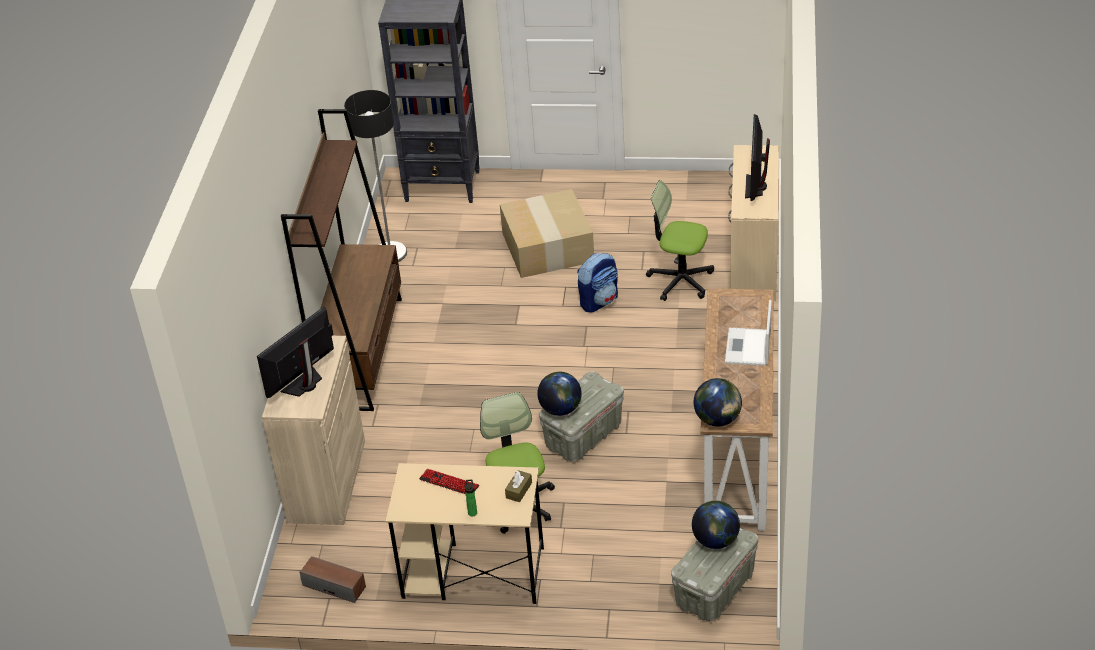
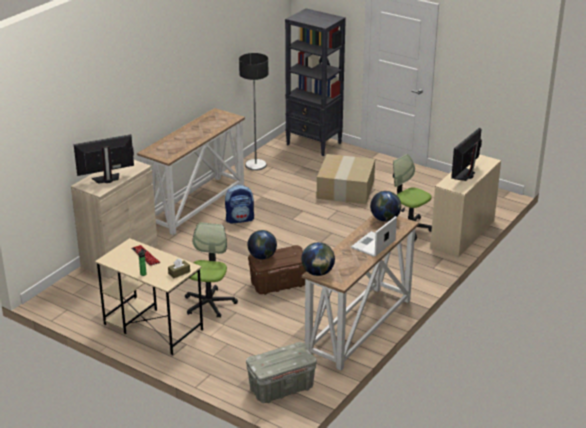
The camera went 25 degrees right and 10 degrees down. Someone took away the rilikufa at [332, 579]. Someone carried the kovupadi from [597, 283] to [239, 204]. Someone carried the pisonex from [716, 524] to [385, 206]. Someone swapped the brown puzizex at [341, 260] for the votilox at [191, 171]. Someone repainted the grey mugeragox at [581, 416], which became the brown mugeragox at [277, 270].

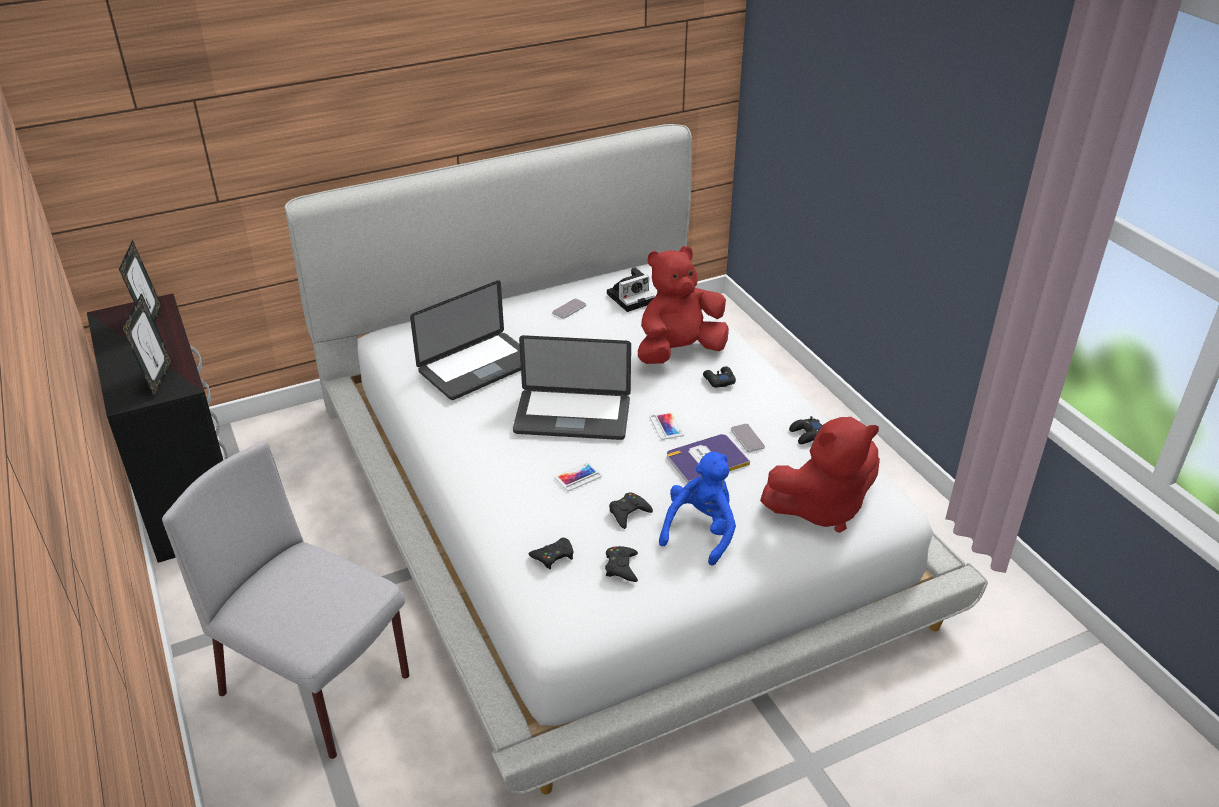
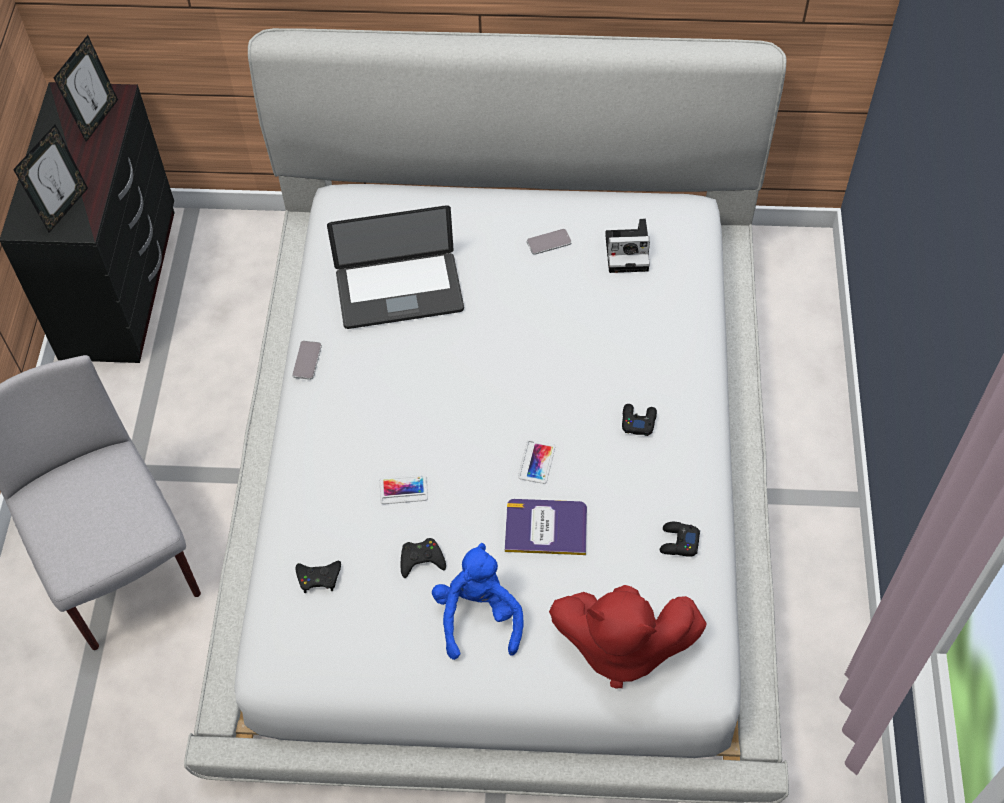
The camera went 30 degrees right and 20 degrees up. Someone took away the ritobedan at [572, 387]. Someone took away the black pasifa at [621, 564]. Someone took away the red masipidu at [683, 305]. Someone carried the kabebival from [748, 438] to [307, 360]. Someone rotated the blue masipidu at [697, 509] by 60 degrees counterclockwise.

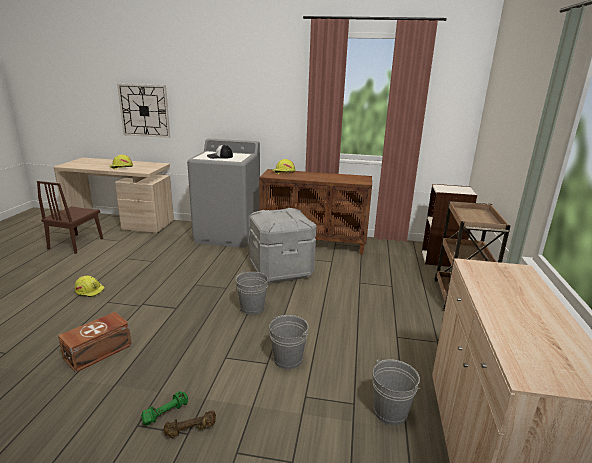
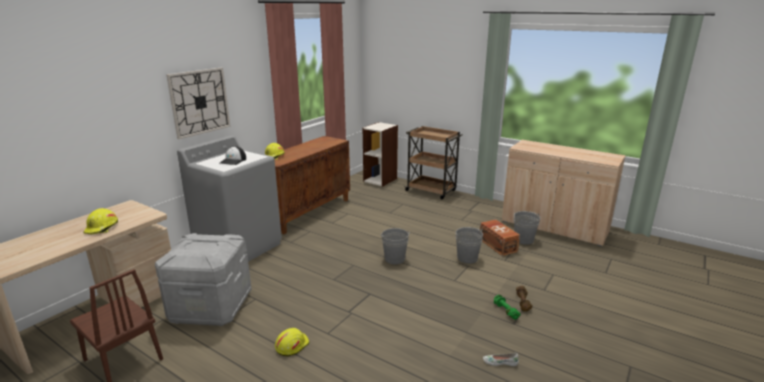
The camera went 65 degrees left and 0 degrees up. Someone put down the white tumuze at [501, 359]. Someone carried the brown mugeragox from [95, 342] to [500, 237]. Someone carried the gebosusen from [143, 111] to [198, 103]. Someone carried the grey mugeragox from [283, 245] to [203, 279].

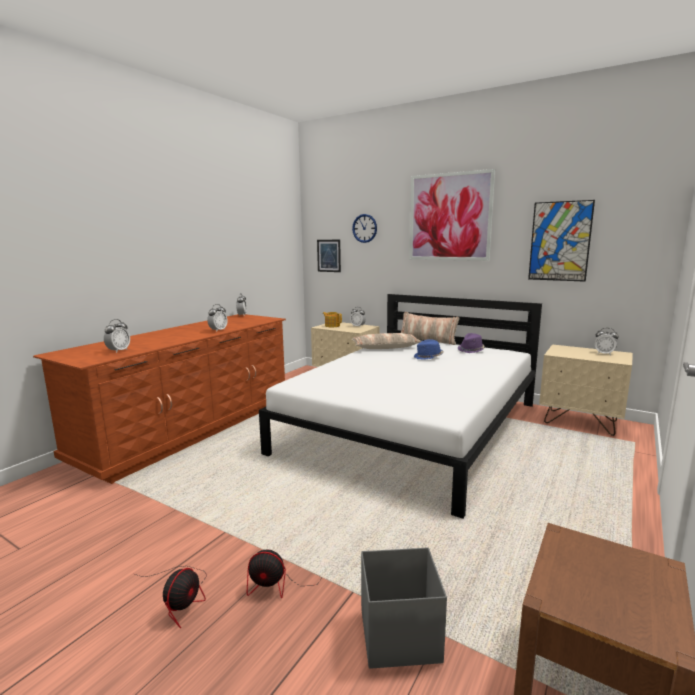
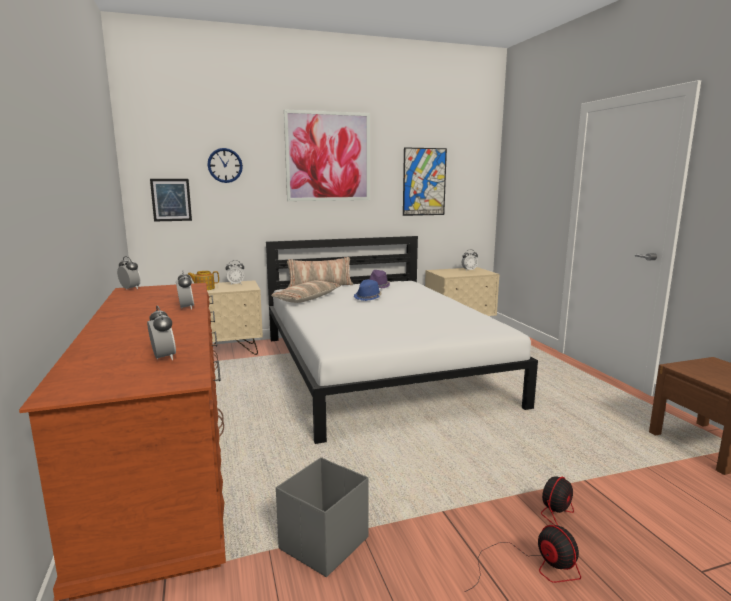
The camera went 50 degrees left and 0 degrees up. Someone carried the grey mugeragox from [404, 608] to [322, 517].

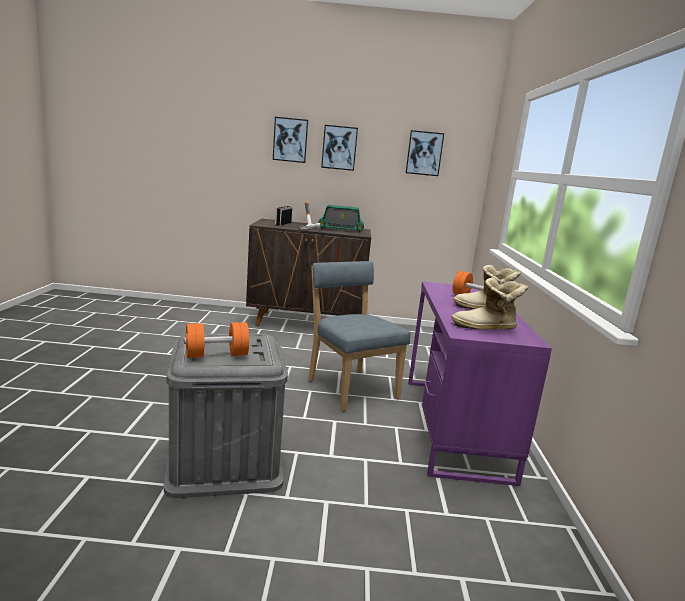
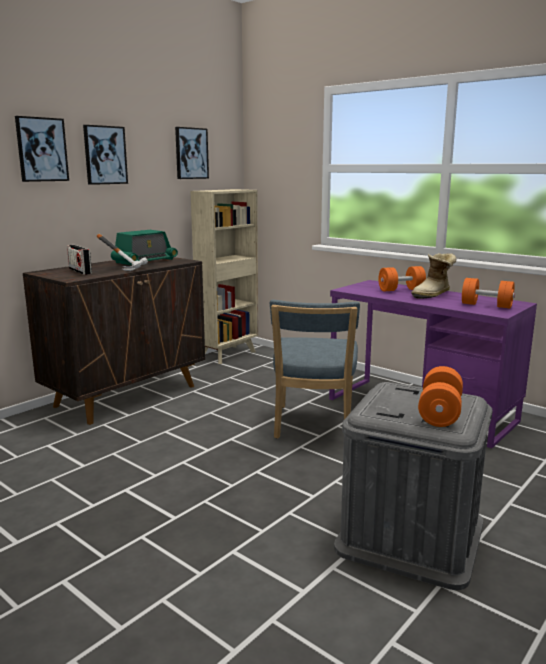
The camera went 50 degrees left and 0 degrees up. Someone put down the beige puzizex at [224, 276]. Someone swapped the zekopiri at [489, 303] for the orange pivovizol at [488, 293]. Someone rotated the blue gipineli at [359, 336] by 90 degrees counterclockwise.

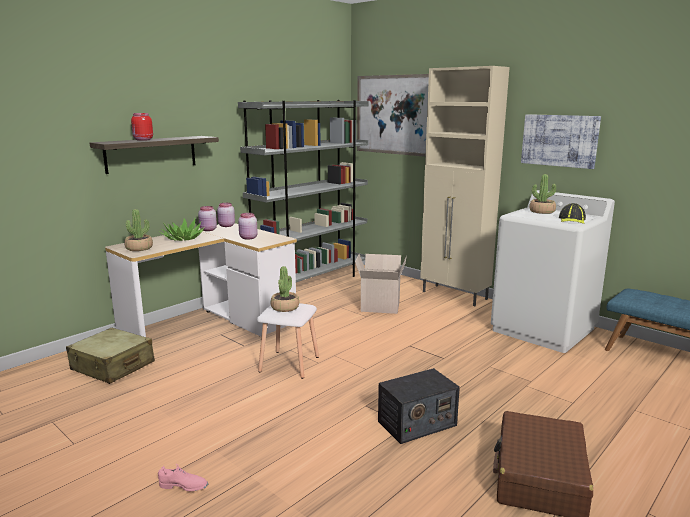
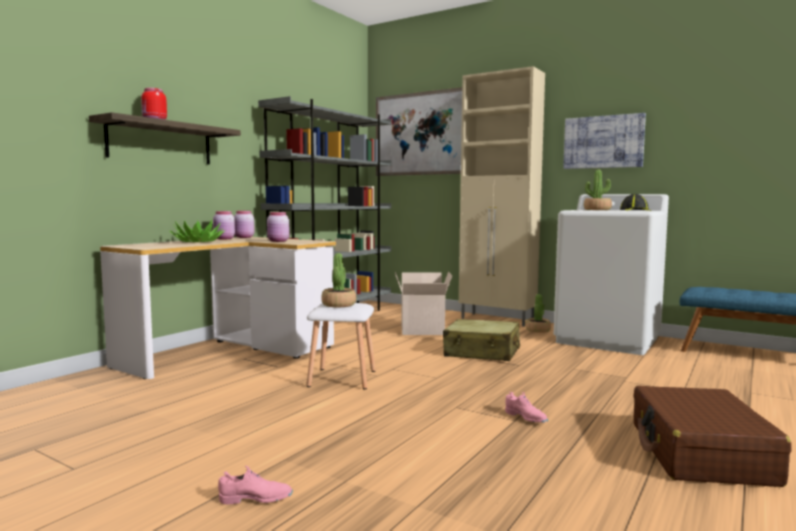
The camera went 10 degrees left and 10 degrees down. Someone carried the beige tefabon from [110, 355] to [481, 340]. Someone carried the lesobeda from [138, 230] to [538, 313]. Someone swapped the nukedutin at [419, 406] for the pink tumuze at [526, 407].

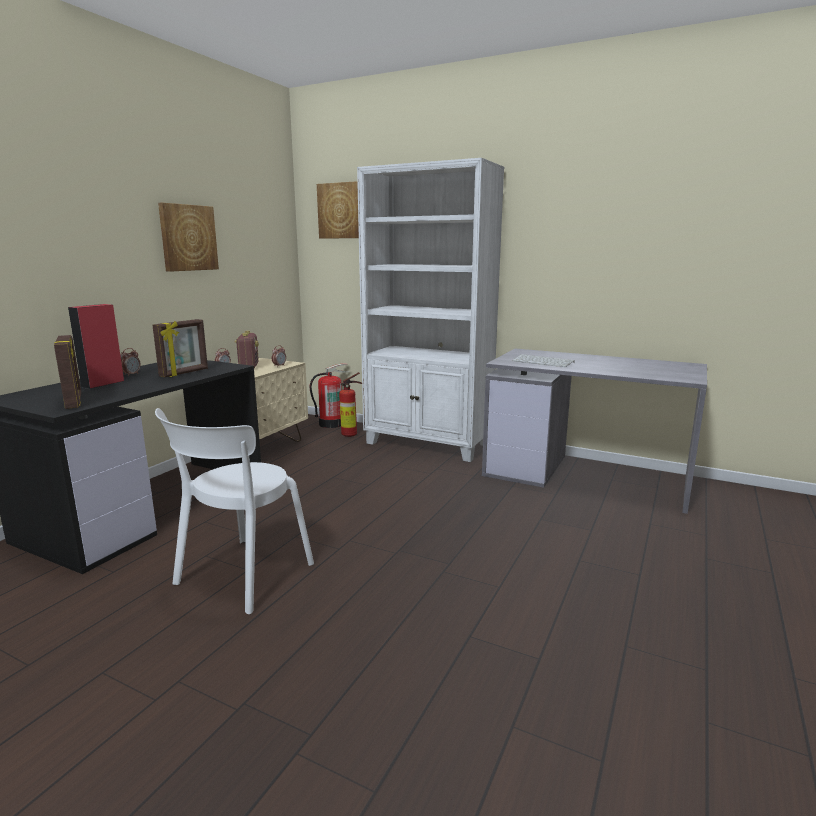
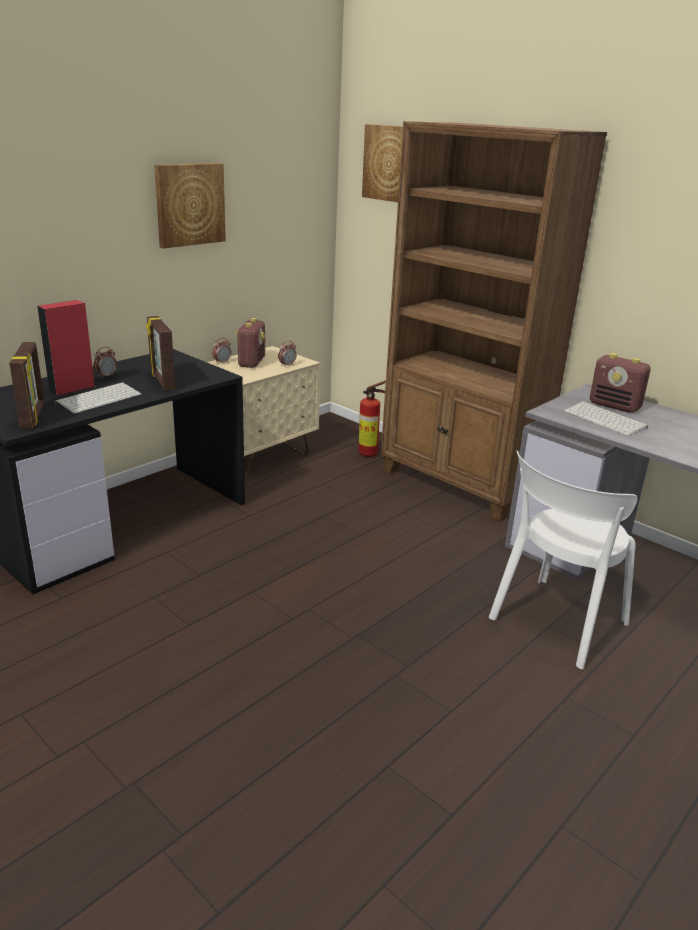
The camera went 15 degrees right and 10 degrees up. Someone took away the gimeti at [330, 395]. Someone put down the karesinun at [98, 398]. Someone put down the nukedutin at [620, 383]. Someone carried the white gipineli from [234, 511] to [563, 559]. Someone repainted the white puzizex at [430, 310], which became the brown puzizex at [494, 321]. Someone rotated the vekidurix at [180, 348] by 105 degrees clockwise.

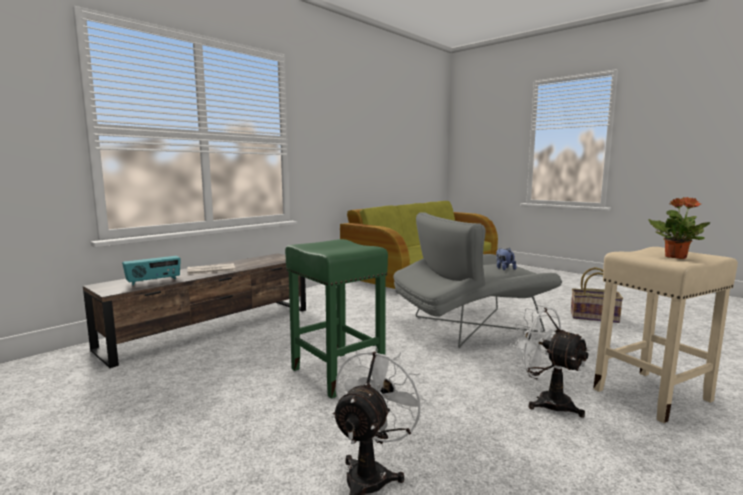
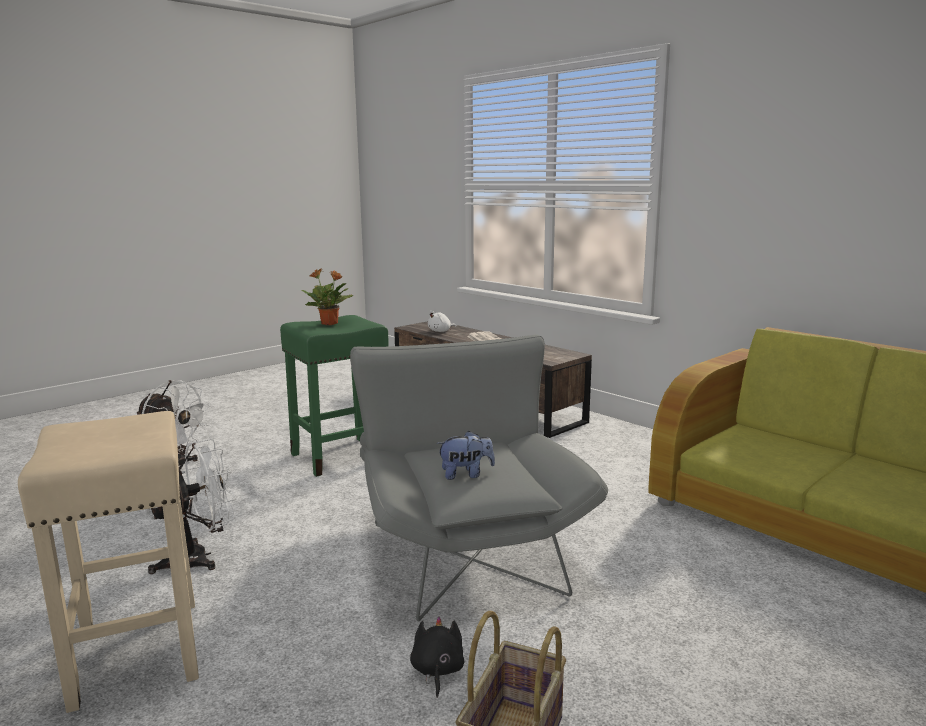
The camera went 95 degrees right and 5 degrees up. Someone put down the black masipidu at [437, 657]. Someone carried the lesobeda from [679, 228] to [328, 296]. Someone swapped the nukedutin at [151, 270] for the white masipidu at [442, 321].

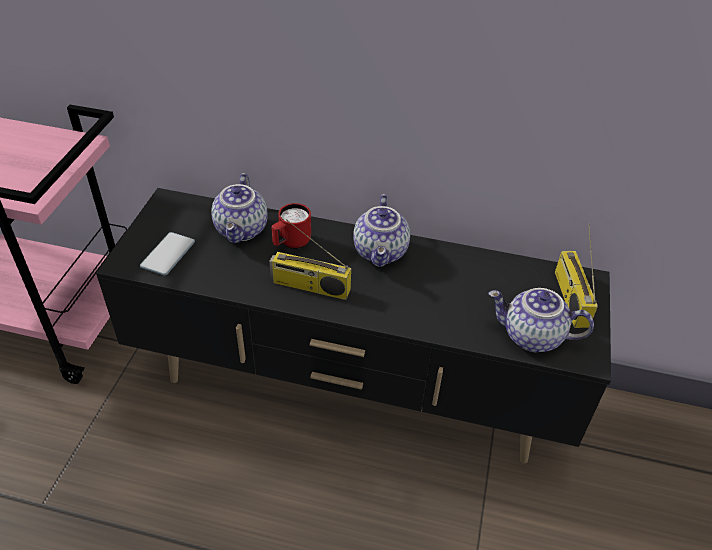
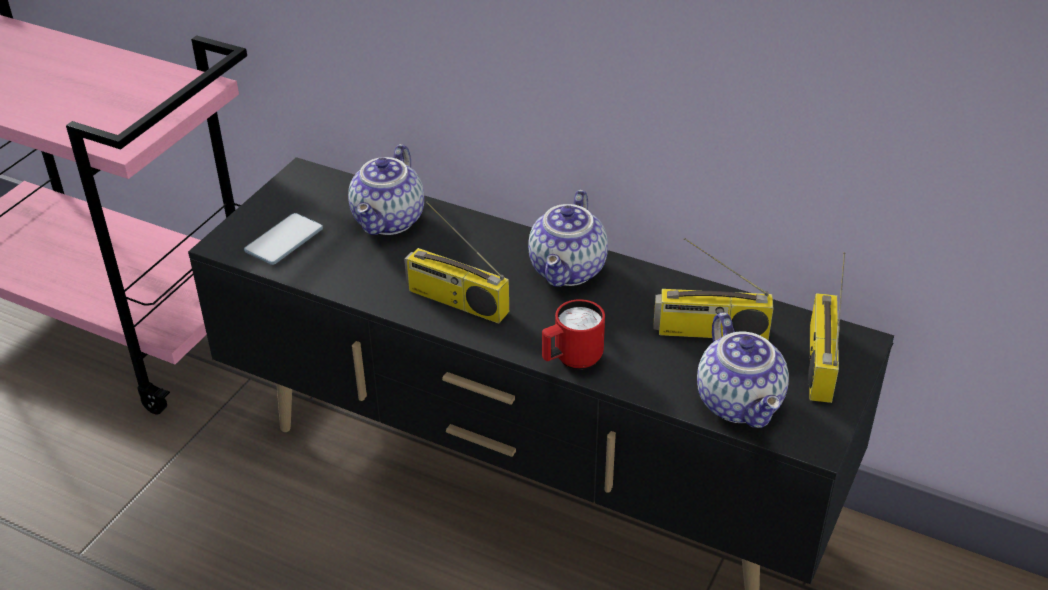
The camera went 15 degrees right and 5 degrees down. Someone put down the nukedutin at [714, 289]. Someone carried the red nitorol from [291, 226] to [573, 334]. Someone rotated the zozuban at [541, 320] by 135 degrees counterclockwise.

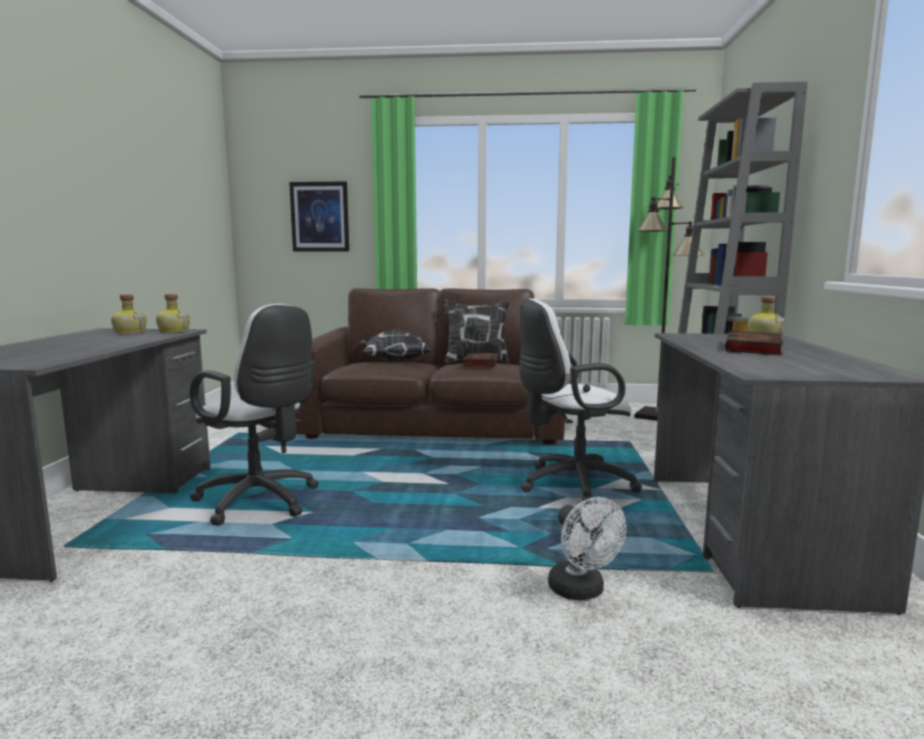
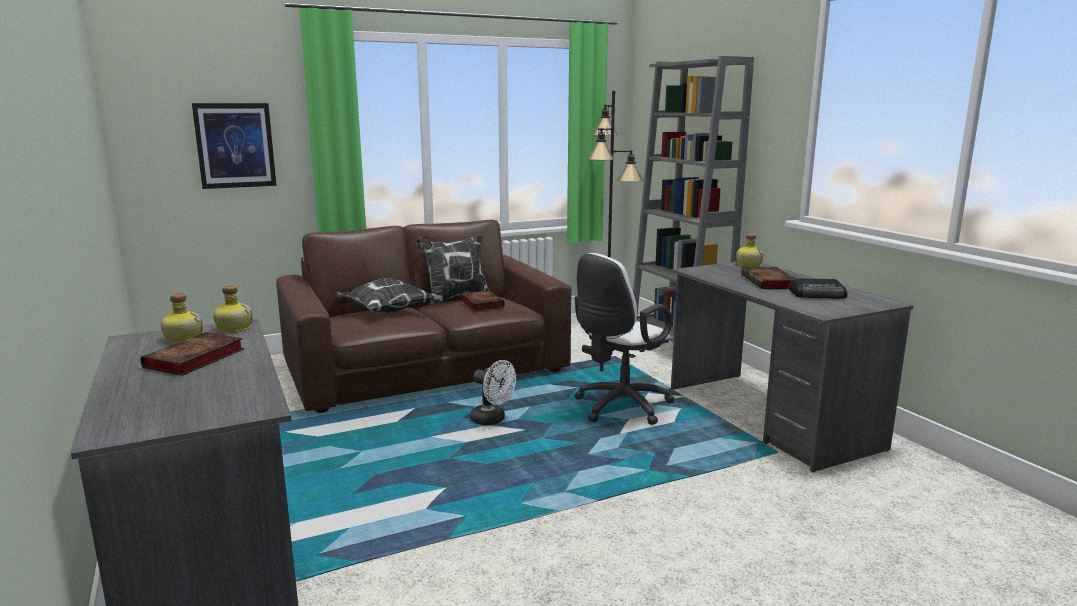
The camera went 30 degrees left and 5 degrees up. Someone took away the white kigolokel at [254, 415]. Someone put down the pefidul at [192, 354]. Someone put down the nukedutin at [818, 288]. Someone carried the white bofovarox from [587, 549] to [493, 392].

